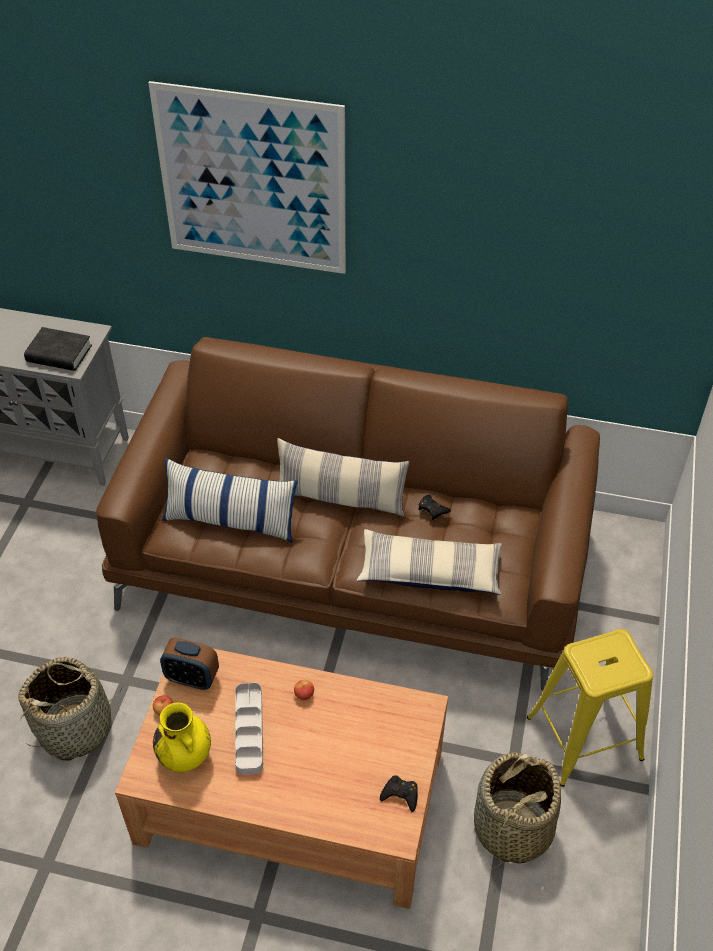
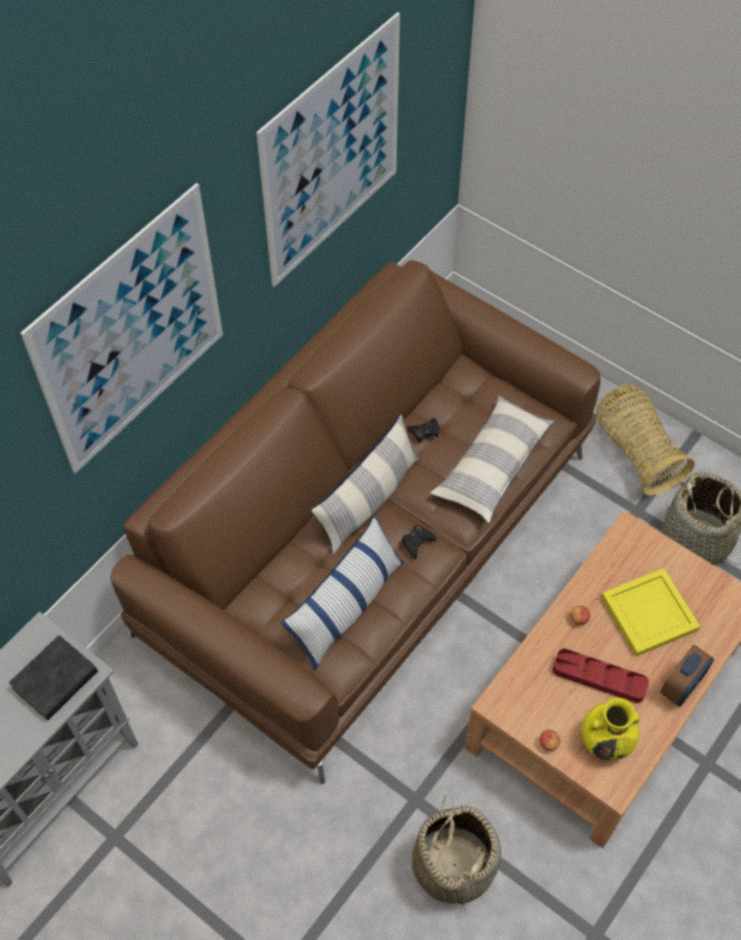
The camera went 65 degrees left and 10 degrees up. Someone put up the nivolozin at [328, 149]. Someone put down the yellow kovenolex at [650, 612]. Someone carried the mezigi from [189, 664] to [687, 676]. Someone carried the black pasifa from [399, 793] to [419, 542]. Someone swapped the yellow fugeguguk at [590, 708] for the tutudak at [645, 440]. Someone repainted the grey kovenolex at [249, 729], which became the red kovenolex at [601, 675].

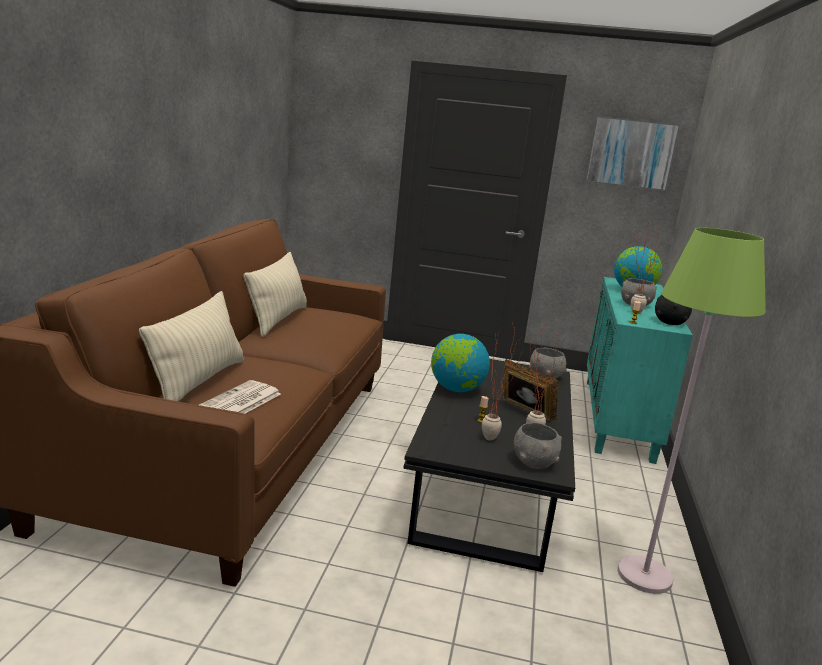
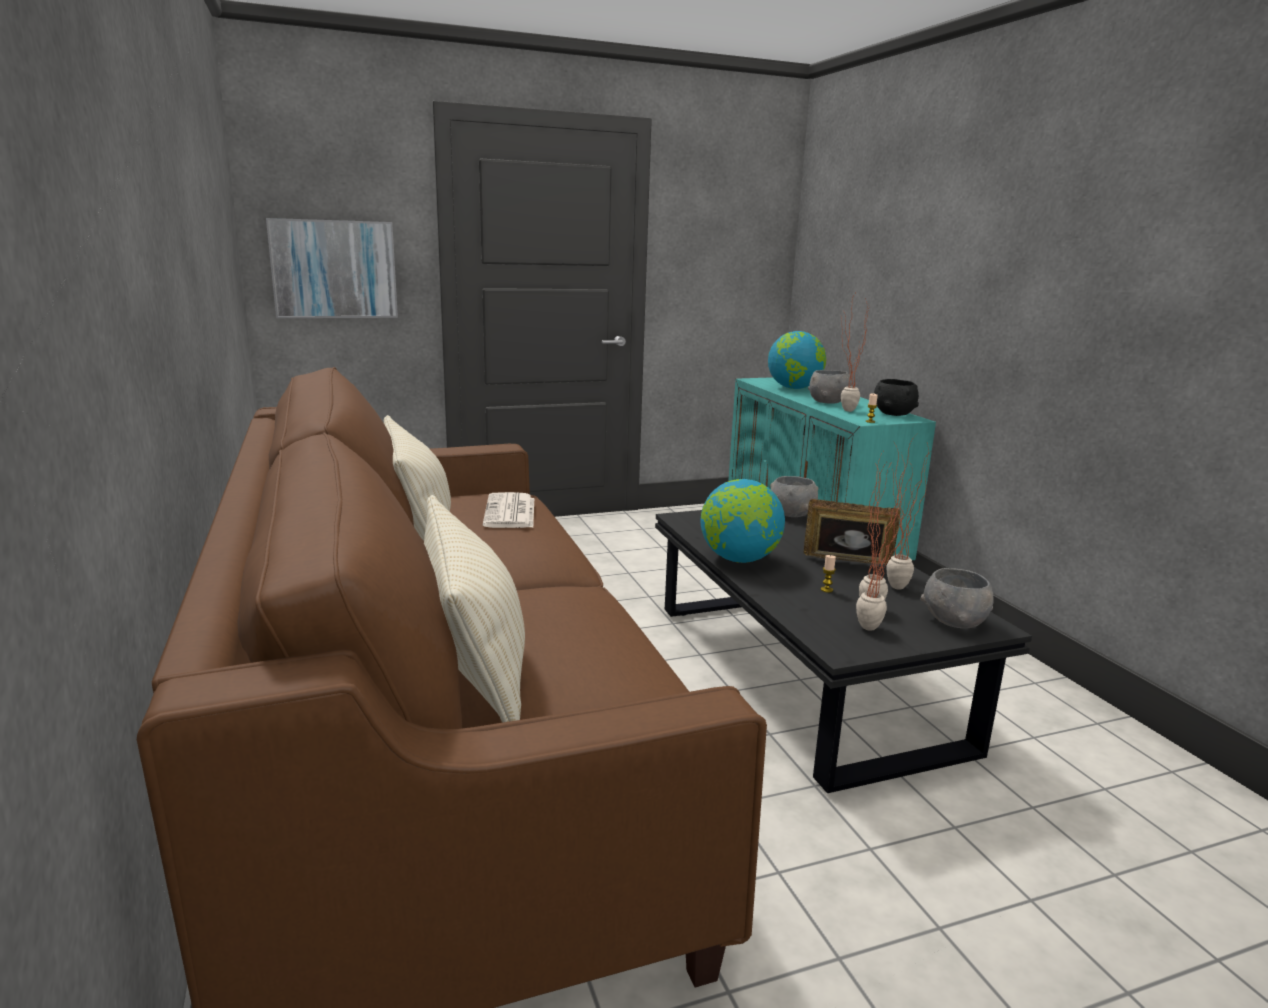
The camera went 30 degrees left and 0 degrees up. Someone took away the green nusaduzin at [691, 411]. Someone put down the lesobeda at [886, 542]. Someone carried the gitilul from [240, 397] to [508, 510]. Someone carried the nivolozin from [632, 153] to [332, 268].

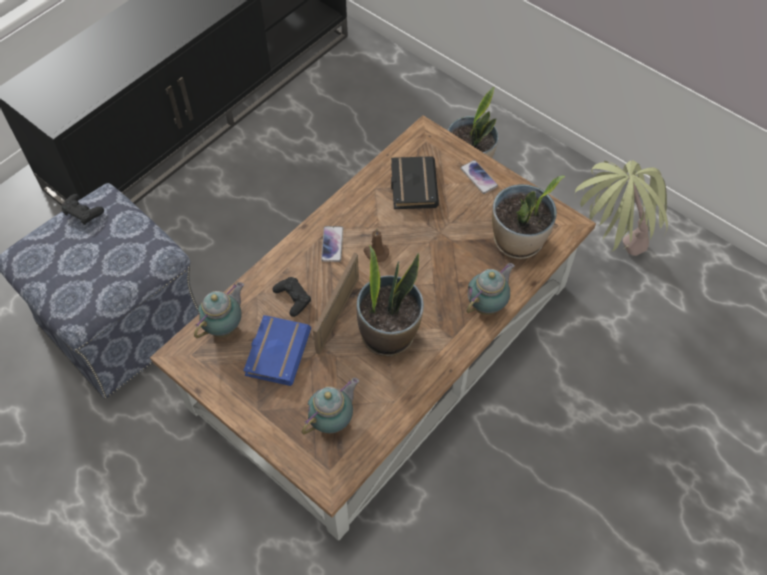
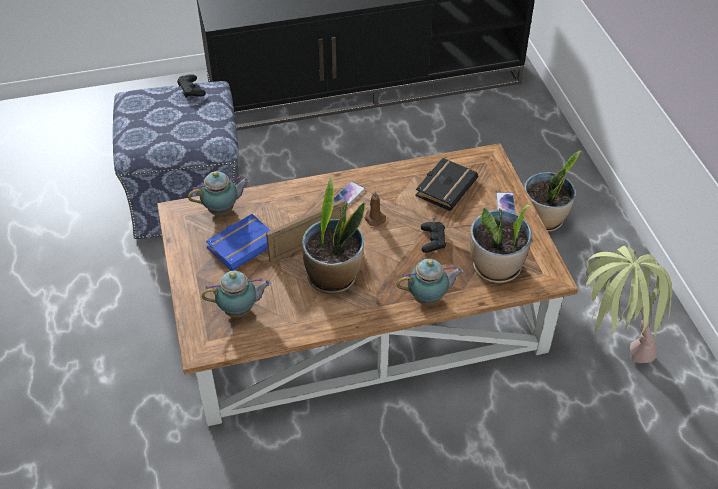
The camera went 35 degrees right and 10 degrees down. Someone carried the black pasifa from [291, 297] to [433, 237].

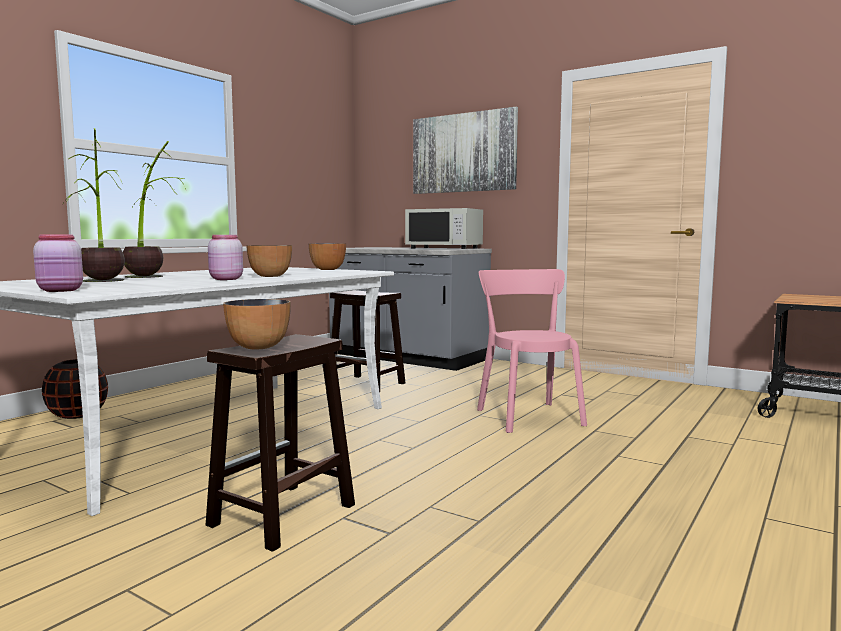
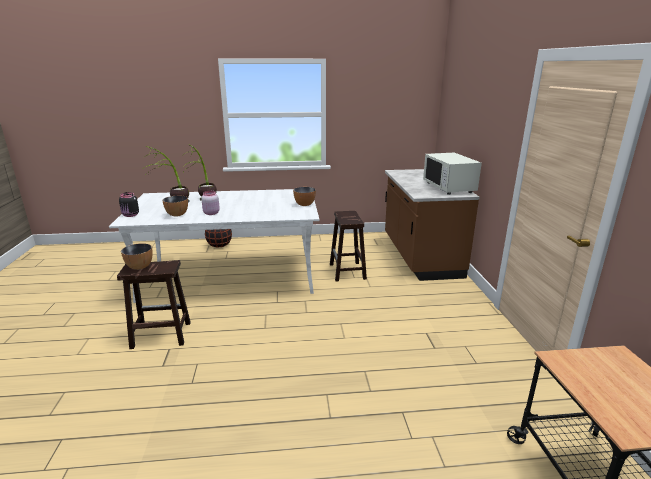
The camera went 50 degrees right and 15 degrees up. Someone took away the nivolozin at [465, 150]. Someone took away the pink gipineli at [532, 351]. Someone carried the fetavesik from [269, 261] to [175, 206]. Someone repainted the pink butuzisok at [58, 263], which became the black butuzisok at [129, 204]. Someone repainted the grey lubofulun at [410, 309], which became the brown lubofulun at [432, 225].

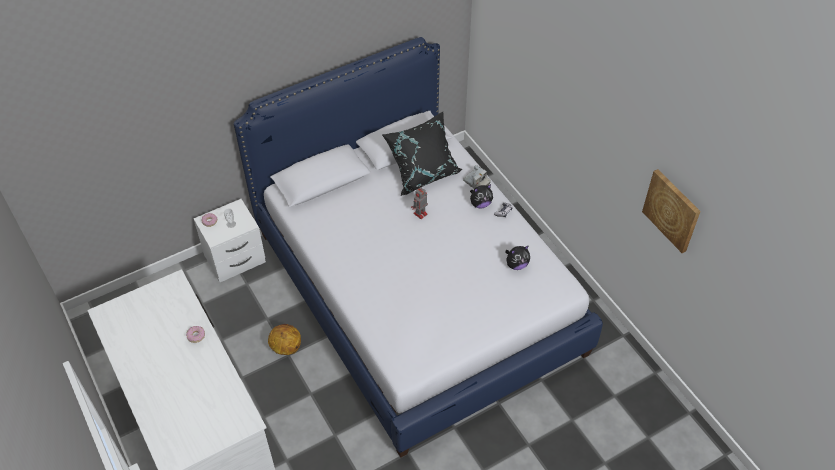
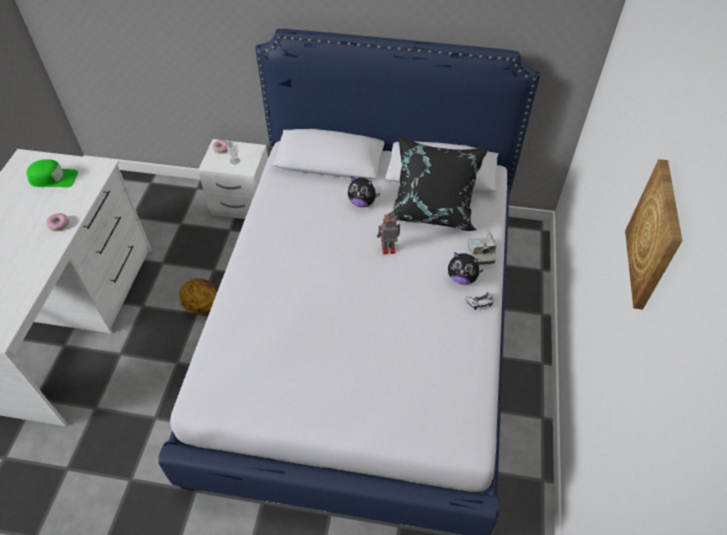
The camera went 40 degrees right and 0 degrees up. Someone put down the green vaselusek at [52, 173]. Someone carried the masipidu from [517, 257] to [364, 191]. Someone carried the nivolozin from [671, 211] to [653, 234].

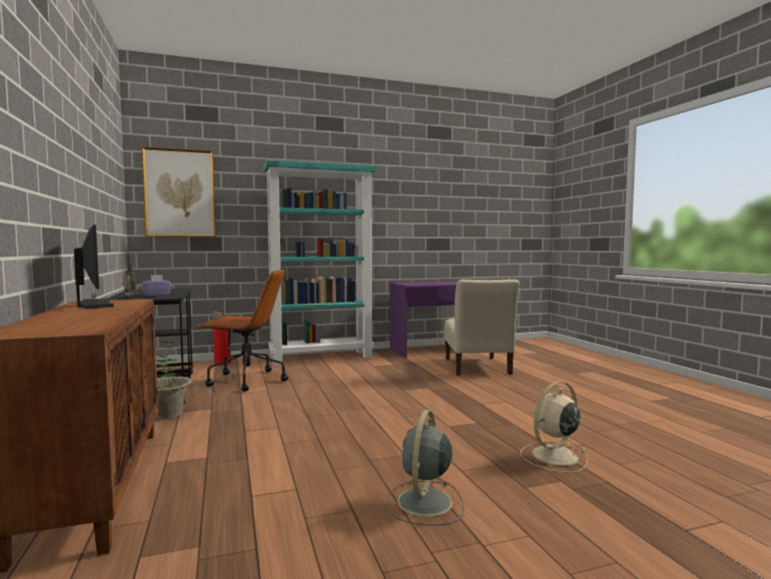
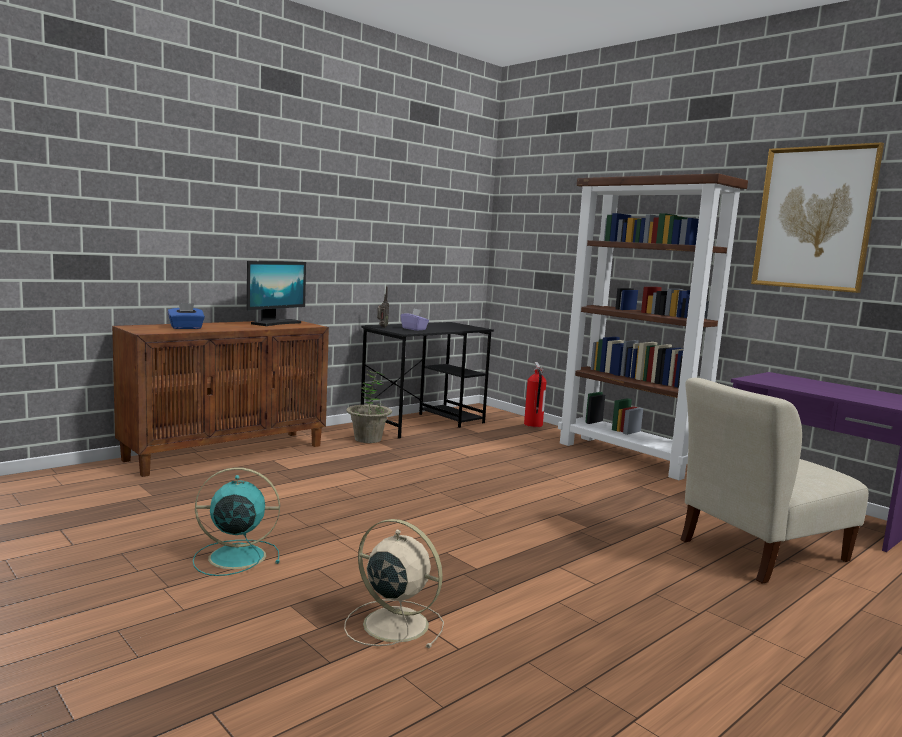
The camera went 65 degrees right and 5 degrees up. Someone took away the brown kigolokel at [242, 330]. Someone put down the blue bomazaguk at [186, 316]. Someone carried the nivolozin from [178, 191] to [817, 217]. Someone repainted the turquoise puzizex at [319, 262], which became the brown puzizex at [653, 326]. Someone repainted the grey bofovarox at [424, 468], which became the turquoise bofovarox at [236, 521].

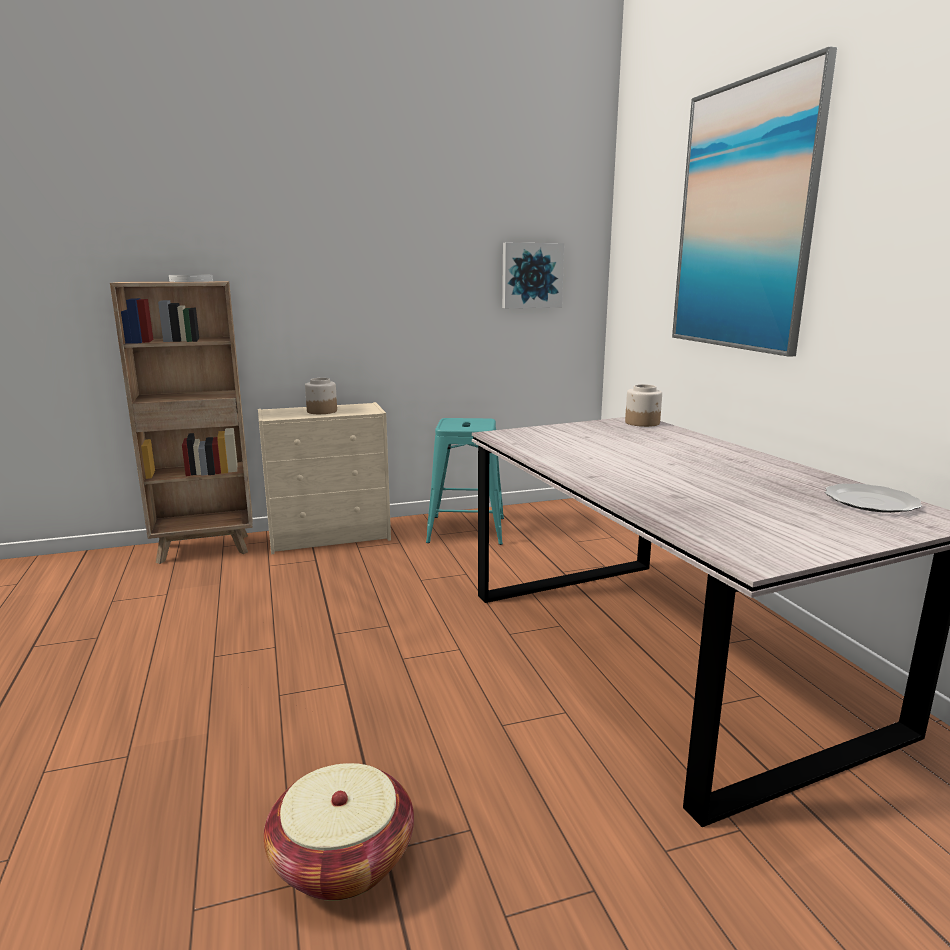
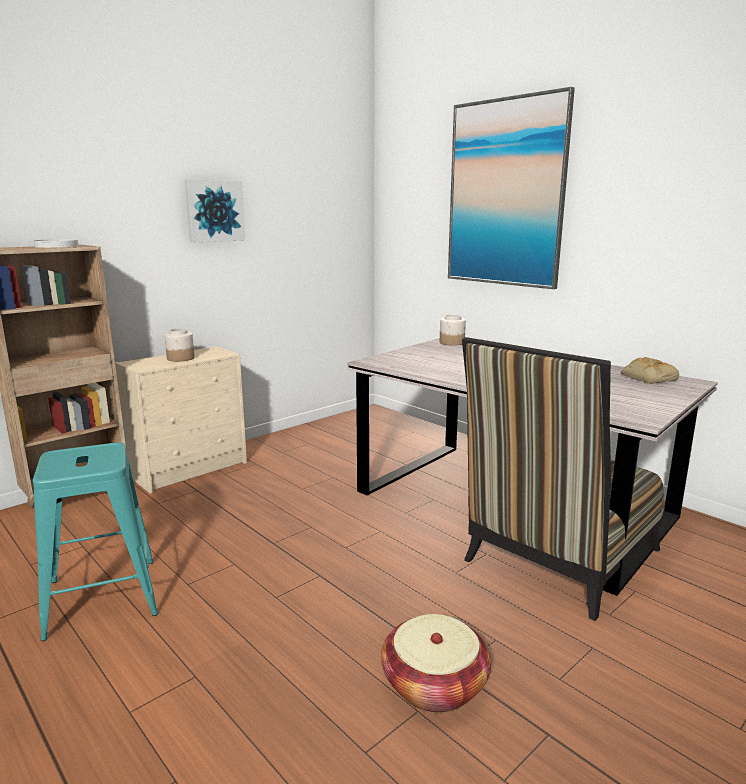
The camera went 25 degrees left and 0 degrees up. Someone put down the gipineli at [563, 479]. Someone carried the turquoise fugeguguk from [465, 481] to [95, 542]. Someone carried the nivolozin from [533, 275] to [215, 210]. Someone swapped the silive at [873, 498] for the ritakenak at [650, 370].

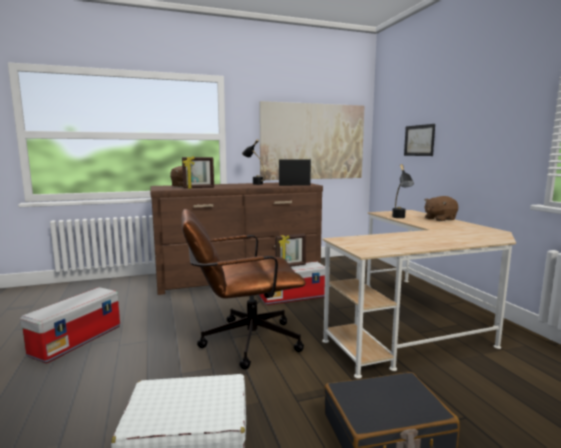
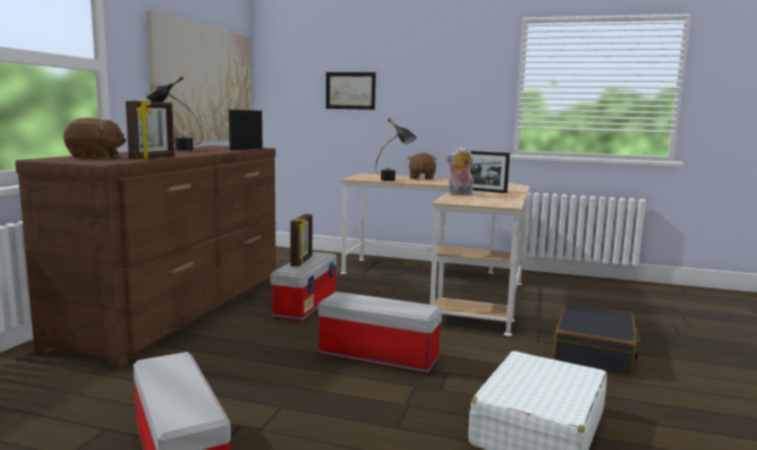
The camera went 55 degrees left and 0 degrees up. Someone put down the masipidu at [459, 171]. Someone put down the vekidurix at [490, 172]. Someone swapped the brown kigolokel at [243, 289] for the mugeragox at [380, 332].

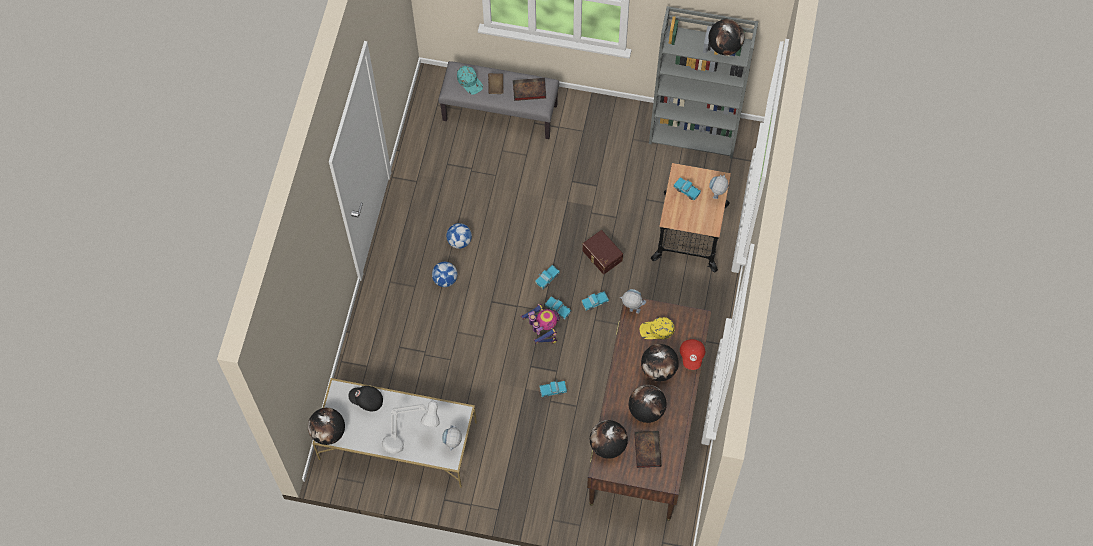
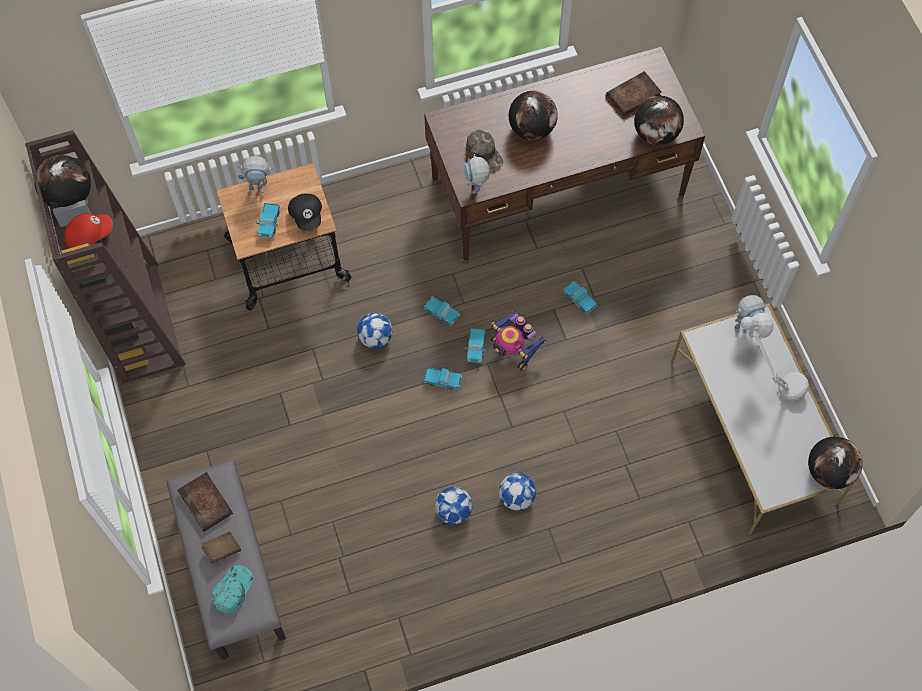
The camera went 120 degrees left and 0 degrees up. Someone took away the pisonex at [648, 404]. Someone carried the black vaselusek from [365, 398] to [305, 212]. Someone carried the red vaselusek from [692, 354] to [88, 231]. Someone swapped the brown mugeragox at [602, 252] for the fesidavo at [374, 330]. Someone repainted the yellow vaselusek at [657, 328], which became the green vaselusek at [484, 151]. Someone repainted the grey puzizex at [703, 82], which became the brown puzizex at [105, 257]. Someone rotated the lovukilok at [540, 324] by 75 degrees counterclockwise.

